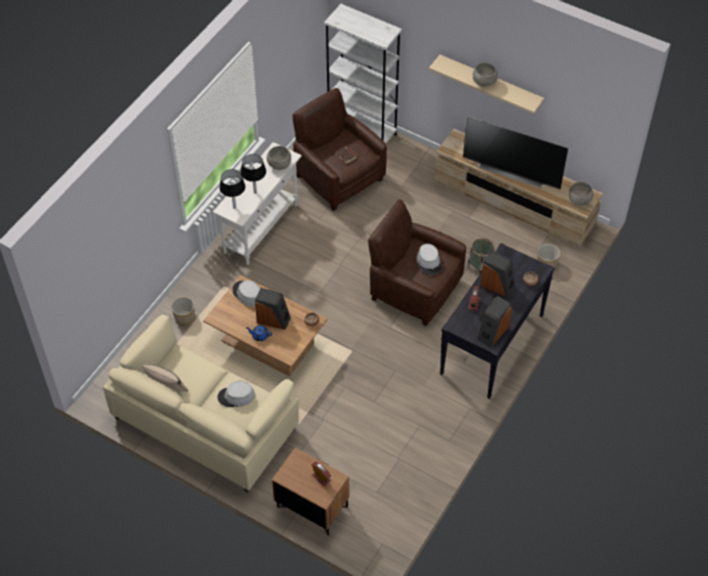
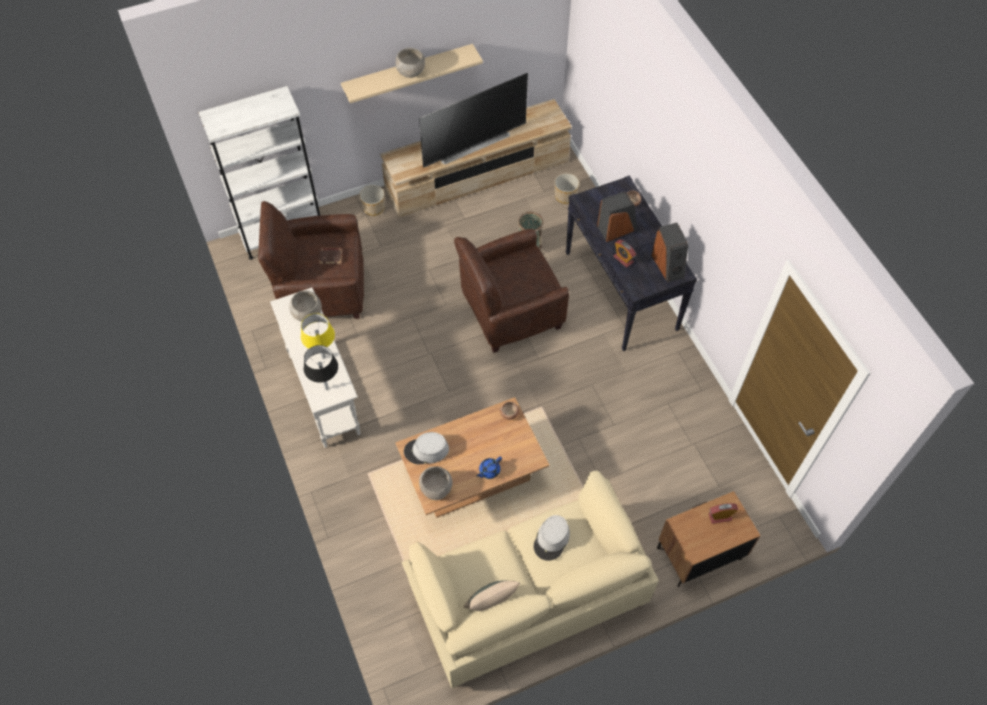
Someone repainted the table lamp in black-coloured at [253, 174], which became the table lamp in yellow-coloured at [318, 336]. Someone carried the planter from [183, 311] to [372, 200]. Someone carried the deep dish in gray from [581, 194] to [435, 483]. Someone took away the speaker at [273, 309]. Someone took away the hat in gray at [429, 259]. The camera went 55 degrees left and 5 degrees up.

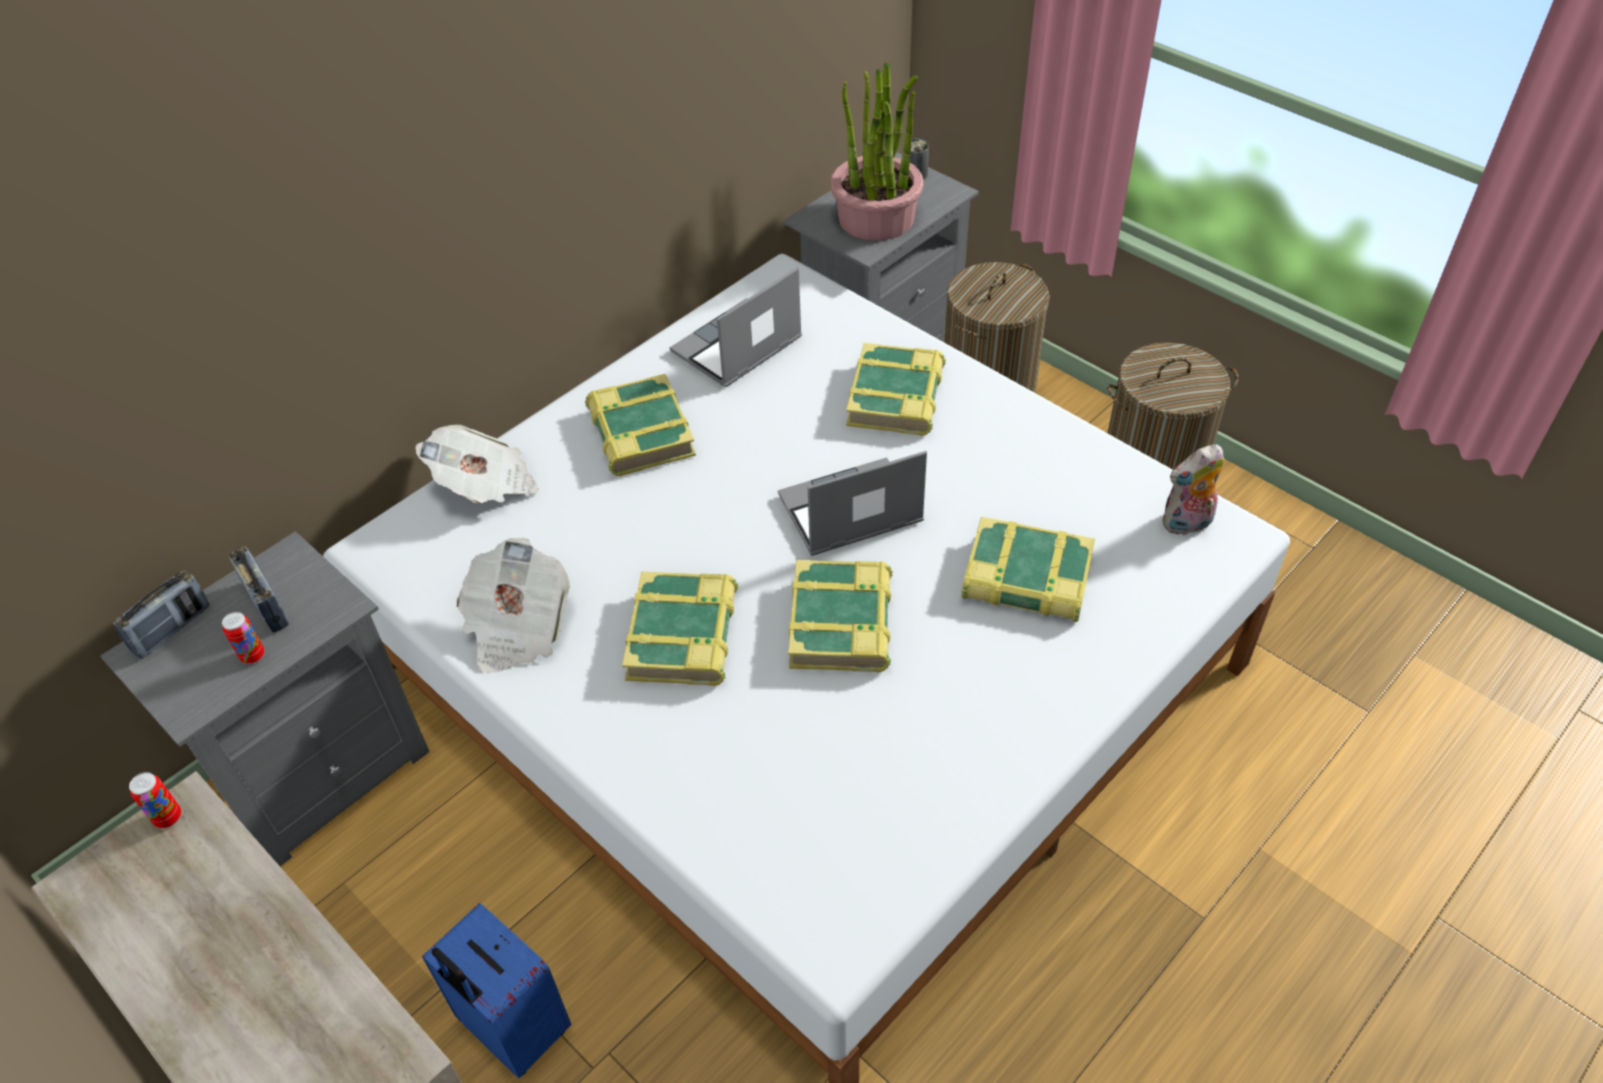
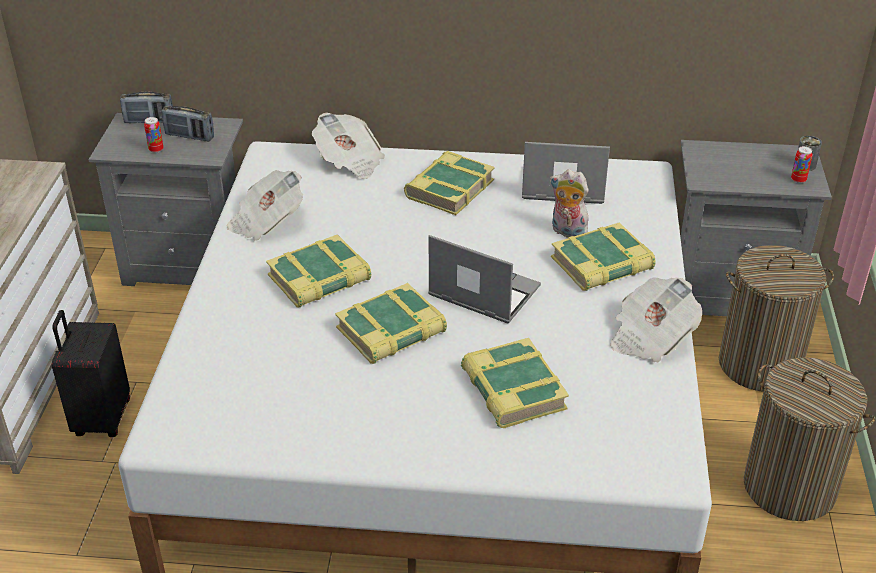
Someone repainted the piece of luggage in bluish at [496, 991], which became the piece of luggage in black-coloured at [91, 373]. Someone rotated the radio receiver at [258, 589] by 90 degrees clockwise. Someone carried the plush toy from [1193, 490] to [569, 203]. Someone put down the daily paper at [656, 319]. Someone carried the can from [155, 800] to [802, 164]. Someone took away the houseplant at [876, 151]. The camera went 50 degrees right and 10 degrees down.

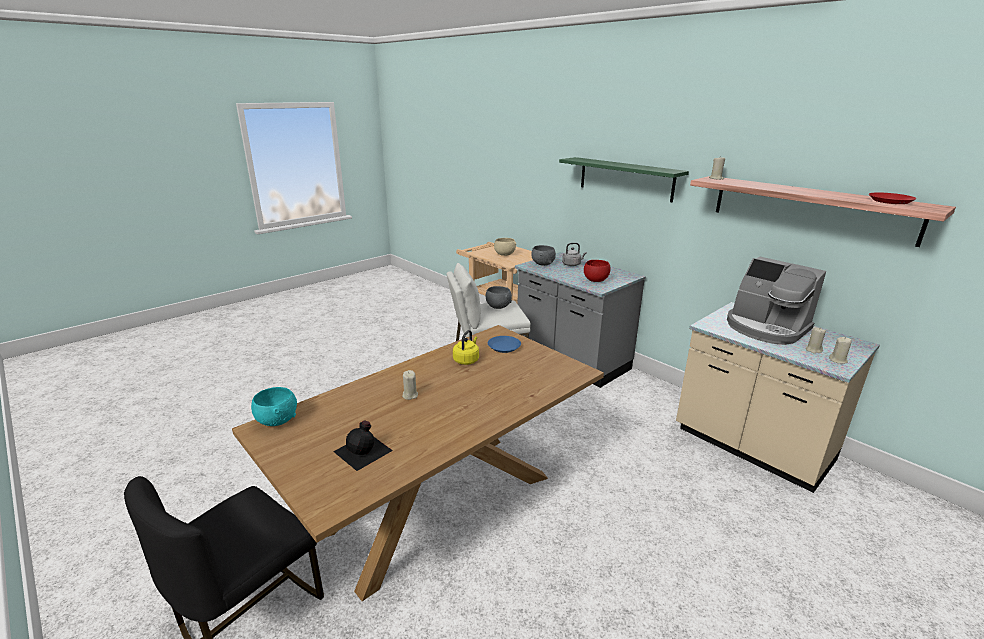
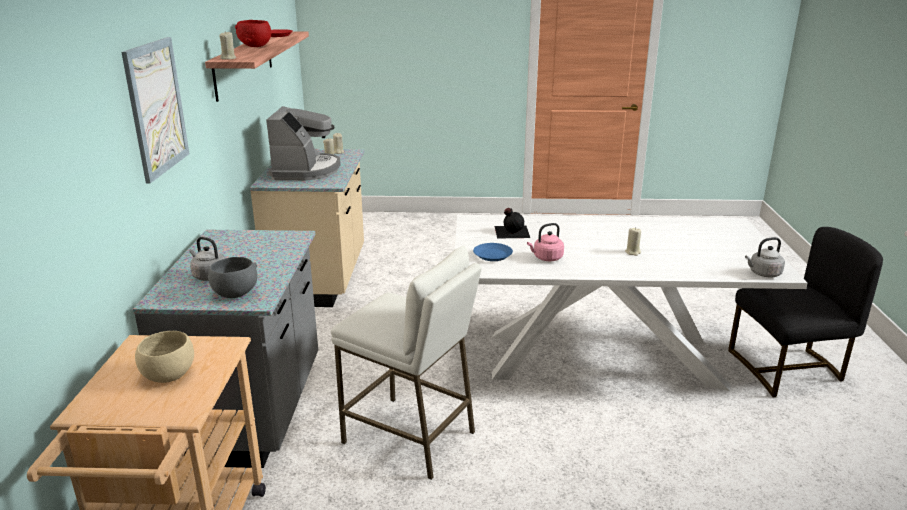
Someone swapped the shelf in green at [624, 179] for the wall art at [155, 110]. Someone carried the deep dish in red-coloured from [597, 271] to [253, 33]. Someone repainted the dining table in brownish at [418, 463], which became the dining table in whitish at [631, 303]. Someone carried the drink bottle in black-coloured from [363, 446] to [512, 223]. Someone repainted the kettle in yellow-coloured at [466, 347], which became the kettle in pinkish at [545, 242]. Someone swapped the deep dish in blue-green at [274, 406] for the kettle in gray at [765, 257]. Someone took away the deep dish in gray at [498, 297]. The camera went 135 degrees left and 0 degrees up.

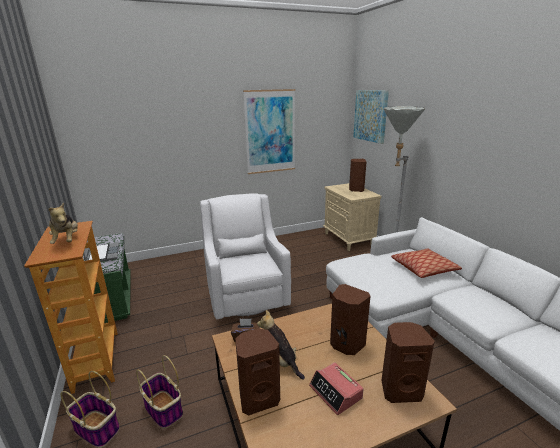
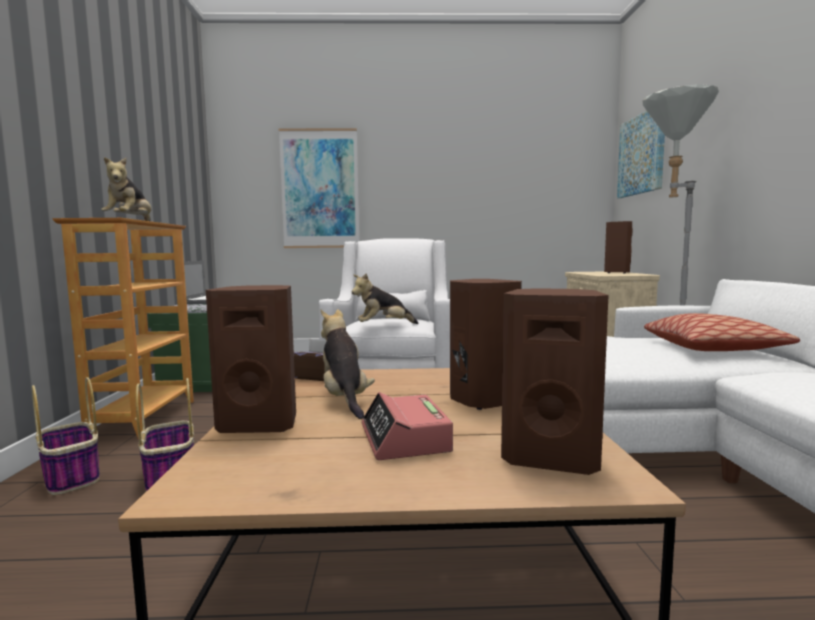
Someone carried the wall art from [269, 131] to [319, 188]. Someone put down the plush toy at [385, 298]. The camera went 20 degrees right and 15 degrees down.

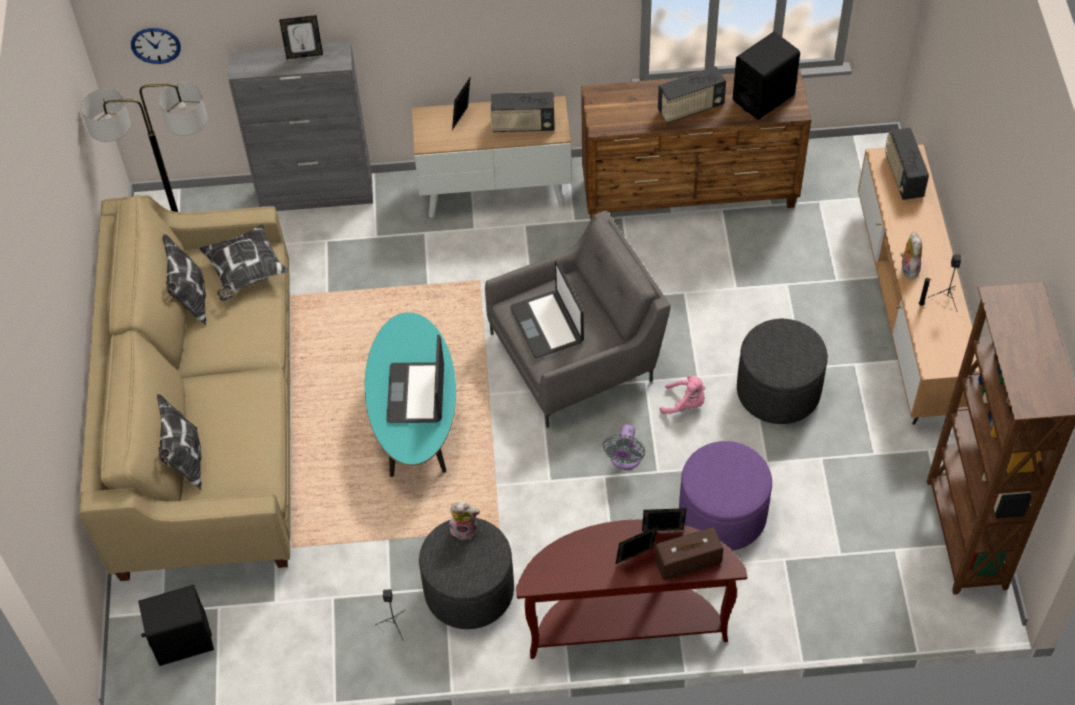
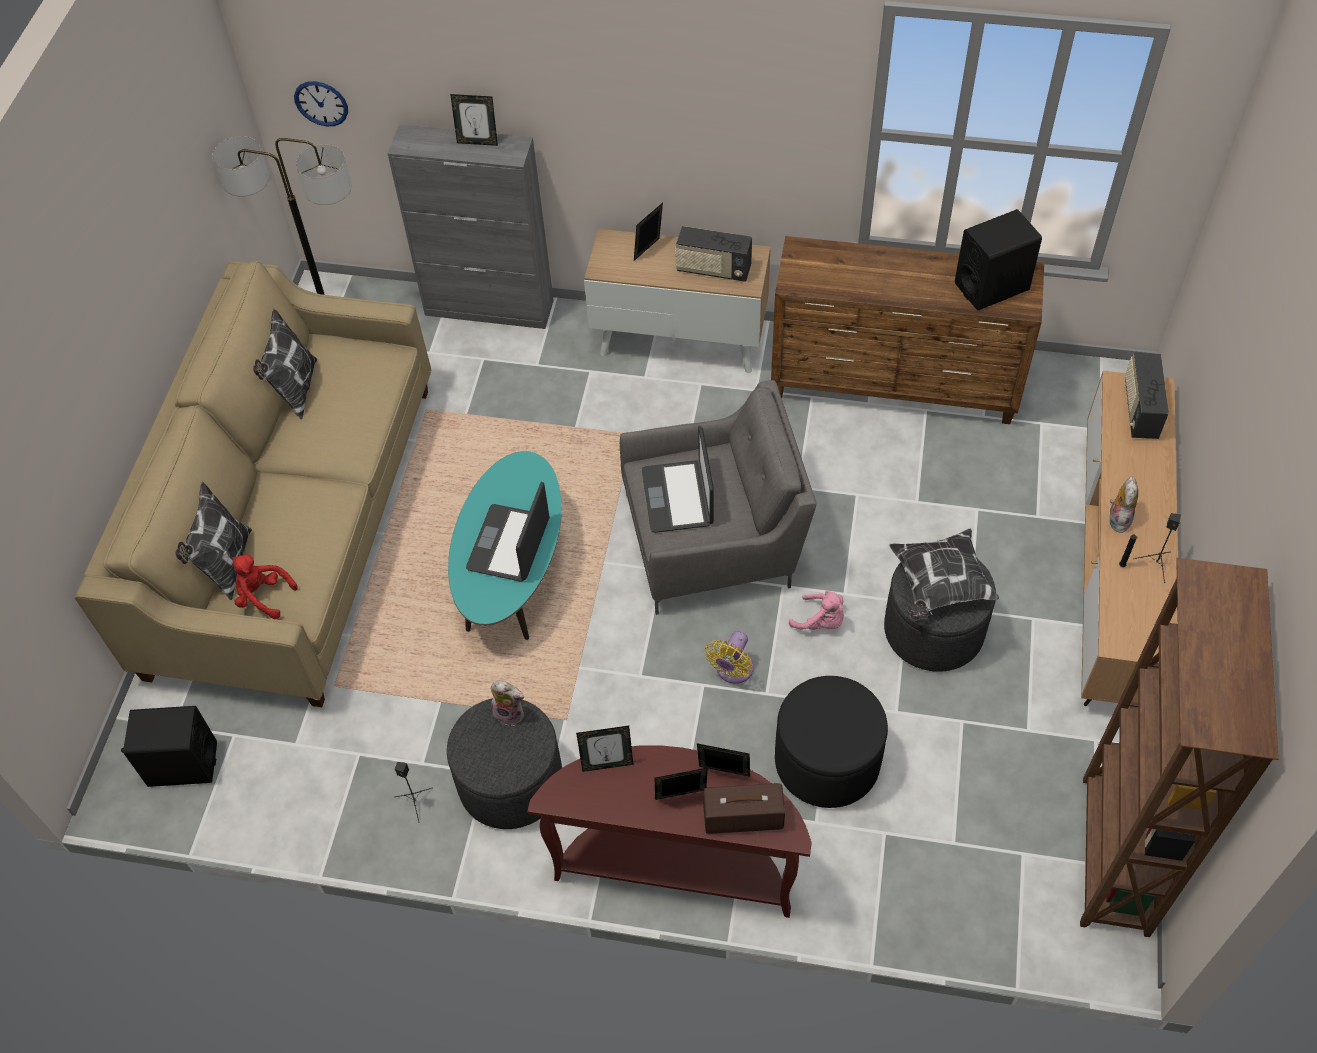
Someone put down the plush toy in red-coloured at [265, 586]. Someone put down the picture frame at [604, 749]. Someone repainted the cooling fan in gray at [623, 447], which became the cooling fan in yellow-coloured at [729, 657]. Someone repainted the footrest in purple-coloured at [725, 496], which became the footrest in black-coloured at [831, 742]. Someone carried the throw pillow from [244, 262] to [944, 574]. Someone took away the radio receiver at [692, 94]. The camera went 15 degrees right and 0 degrees up.

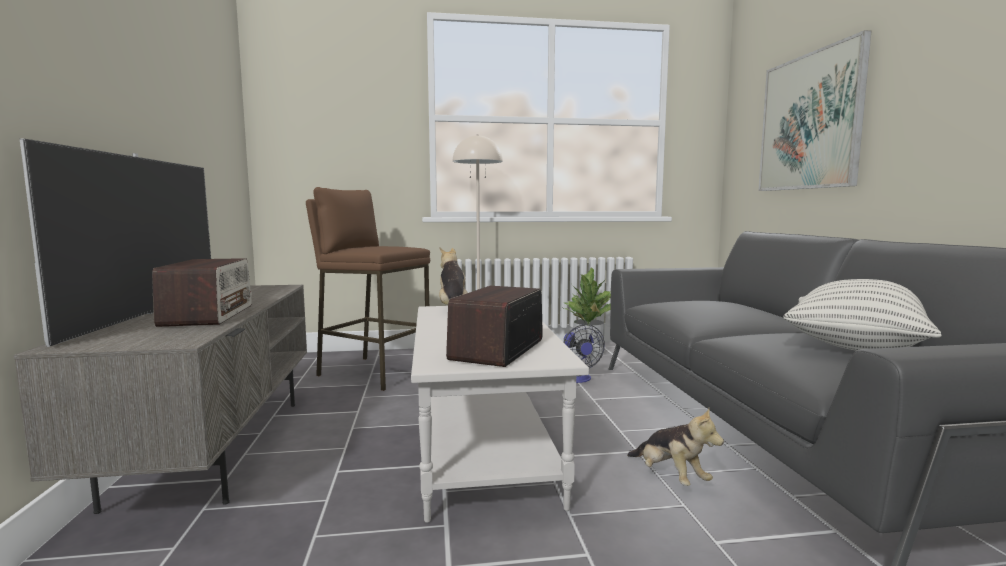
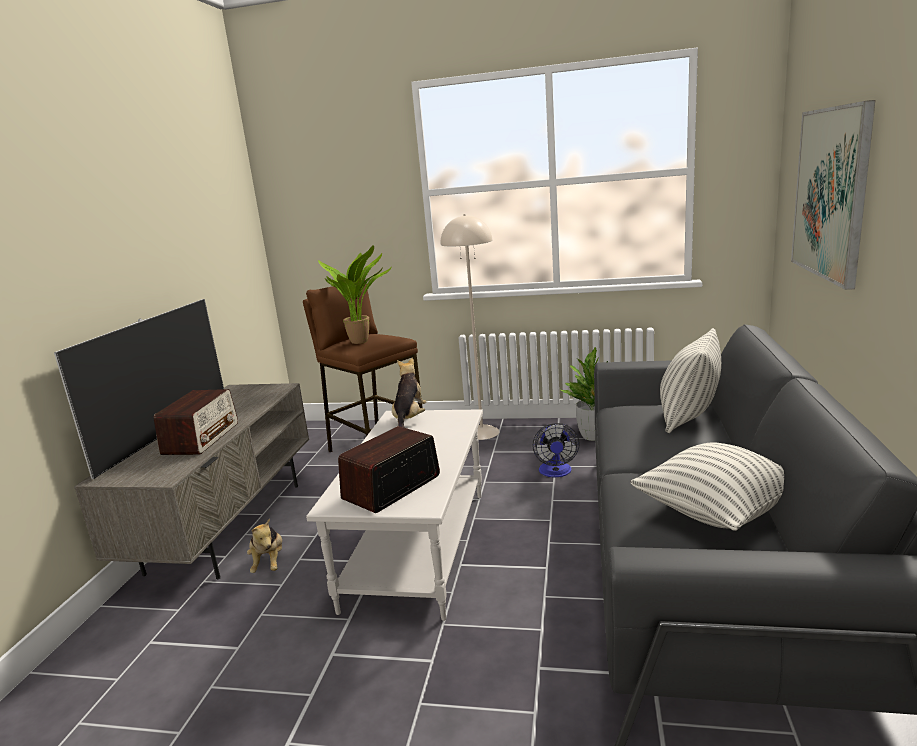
Someone carried the plush toy from [675, 447] to [264, 545]. Someone put down the houseplant at [355, 294]. Someone put down the throw pillow at [690, 380]. The camera went 20 degrees right and 10 degrees up.

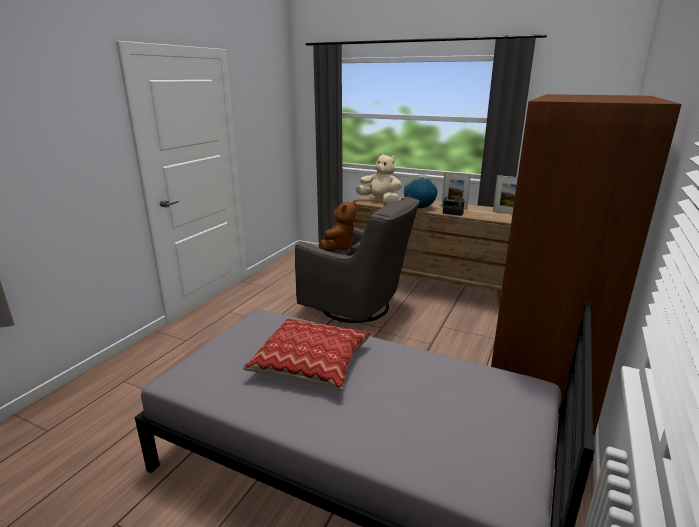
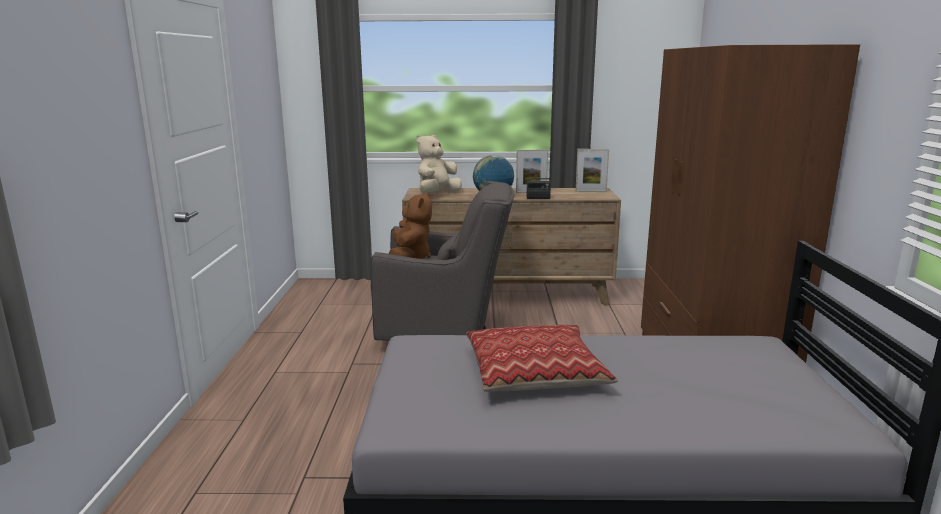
Someone rotated the plush toy in beige at [378, 178] by 60 degrees counterclockwise. The camera went 25 degrees left and 5 degrees down.

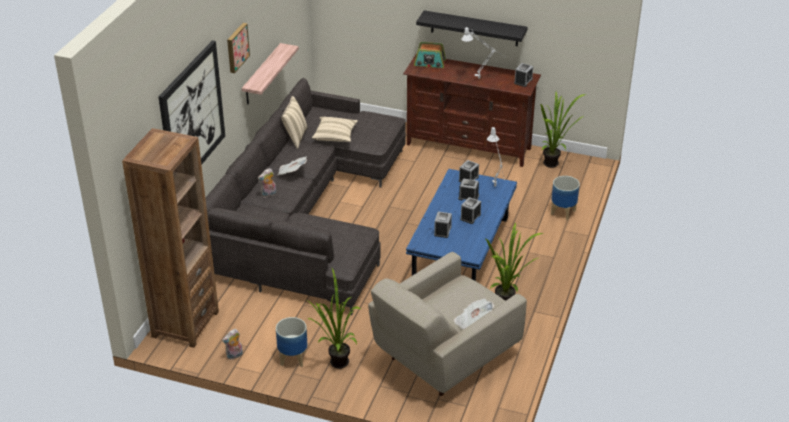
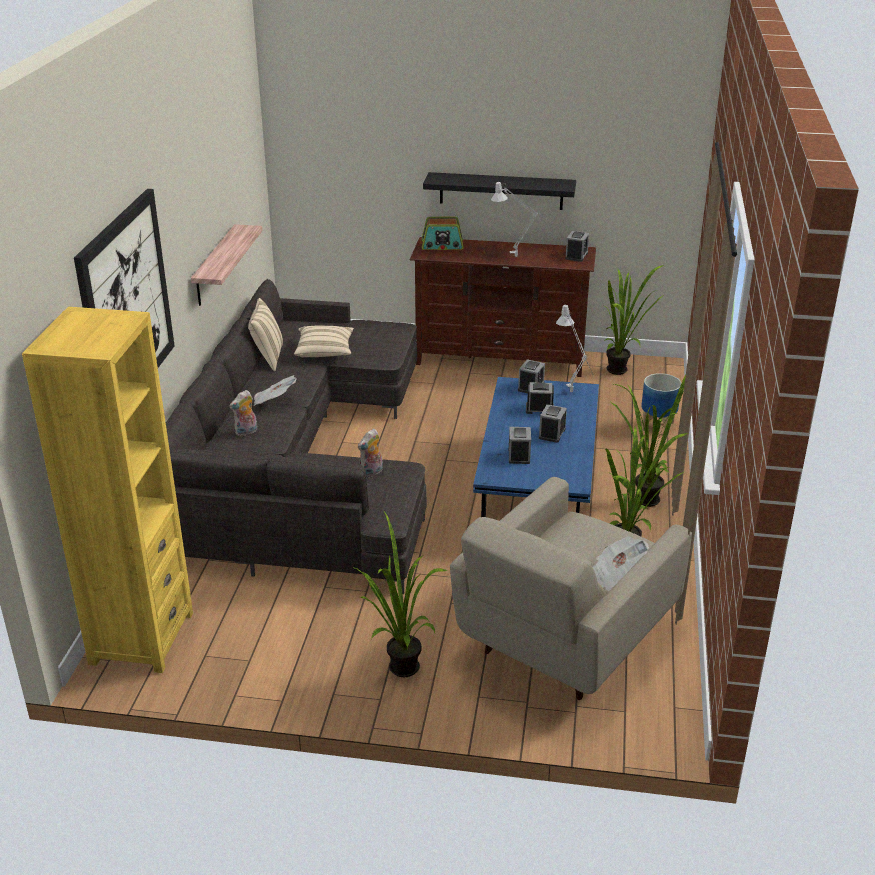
Someone repainted the bookshelf in brownish at [170, 238], which became the bookshelf in yellow-coloured at [107, 490]. Someone carried the plush toy from [232, 344] to [370, 453]. Someone put down the houseplant at [648, 440]. Someone took away the wall art at [238, 48]. Someone took away the planter at [291, 342]. The camera went 10 degrees left and 5 degrees down.

